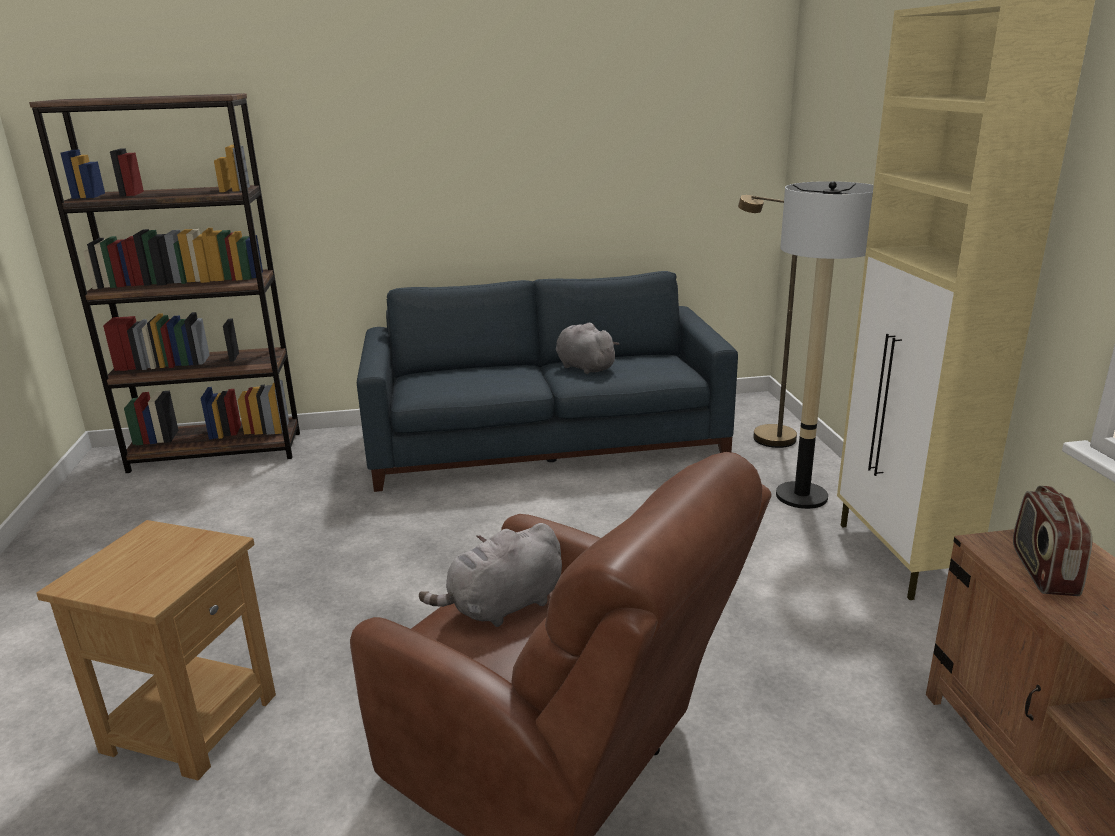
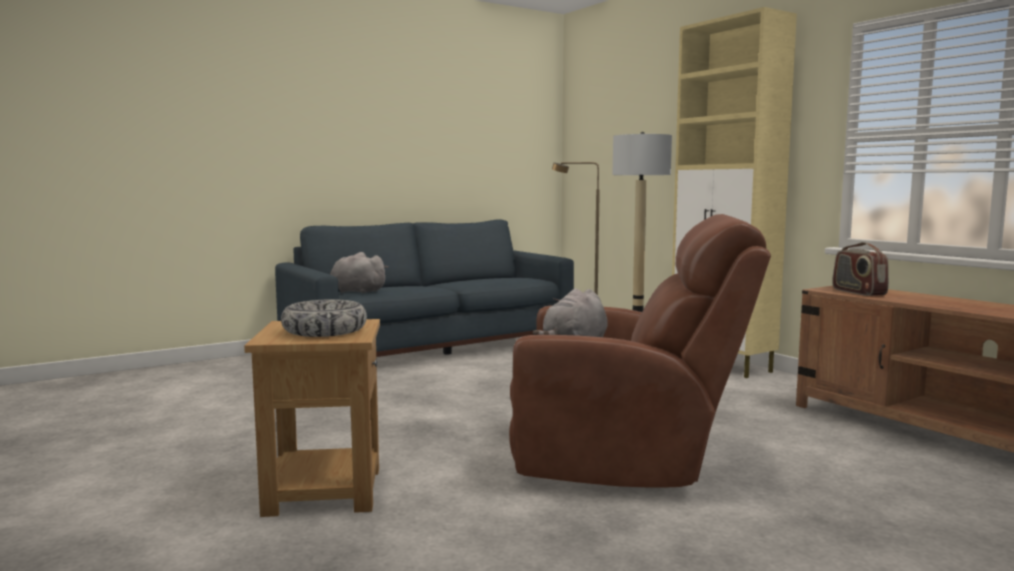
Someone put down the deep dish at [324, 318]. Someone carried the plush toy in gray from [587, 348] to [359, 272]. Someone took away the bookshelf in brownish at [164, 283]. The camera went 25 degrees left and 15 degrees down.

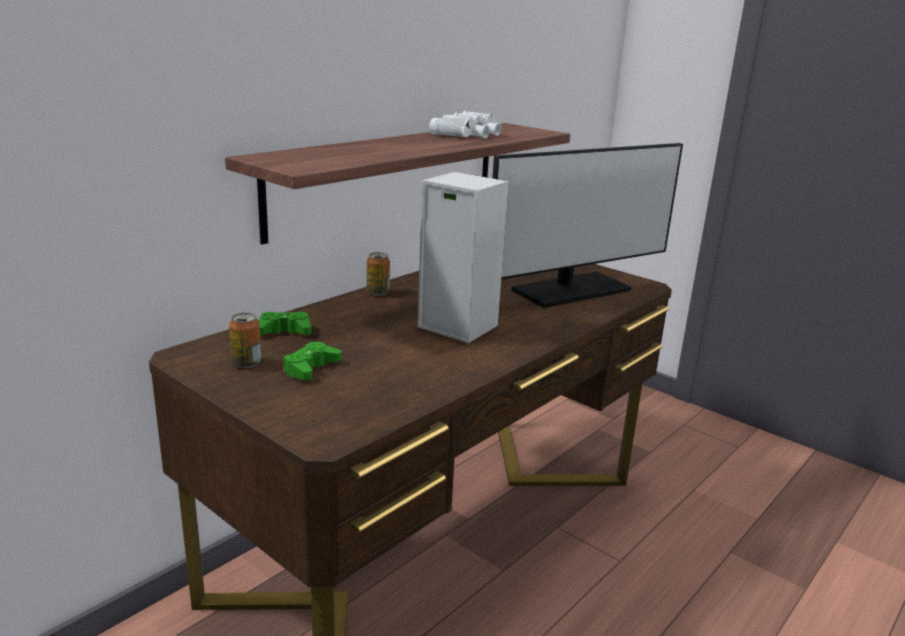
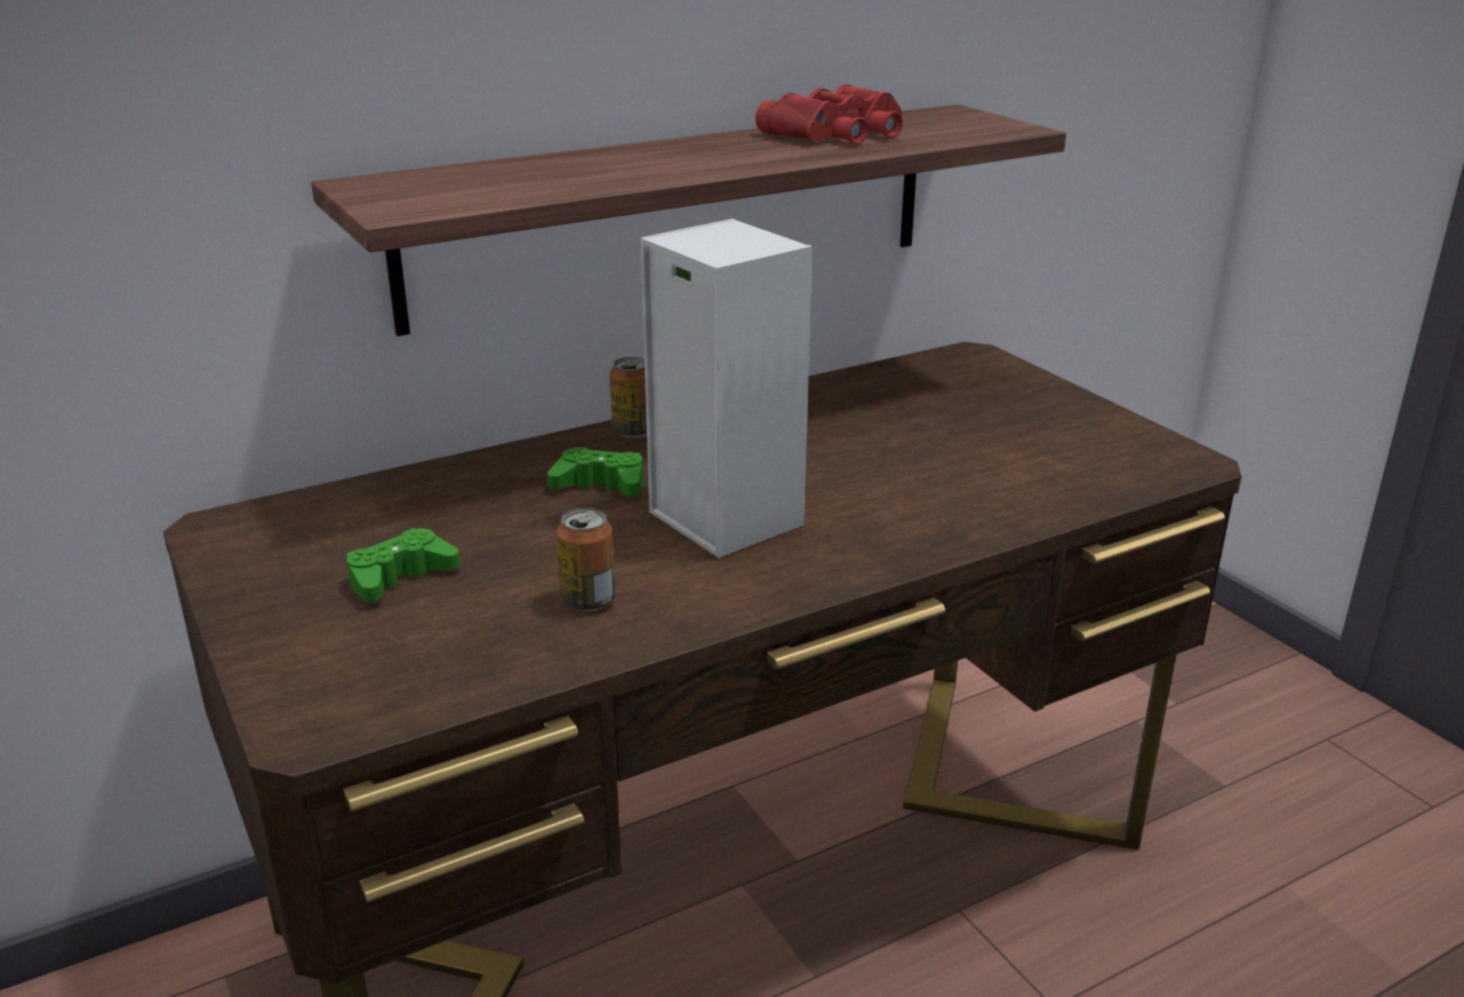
Someone carried the gamepad in green from [284, 323] to [595, 472]. Someone carried the can from [245, 340] to [586, 559]. Someone repainted the field glasses in whitish at [465, 125], which became the field glasses in red-coloured at [829, 114]. Someone took away the computer screen at [587, 225]. The camera went 20 degrees right and 5 degrees up.

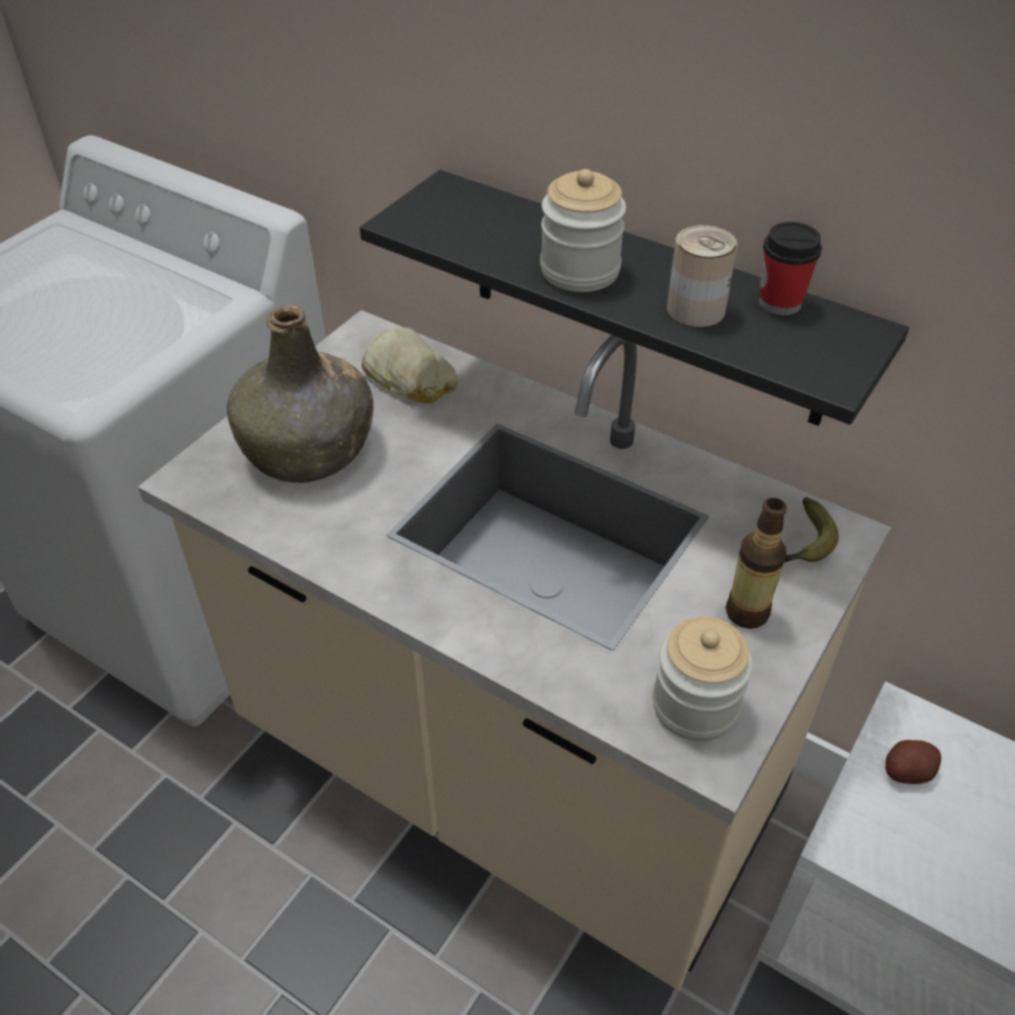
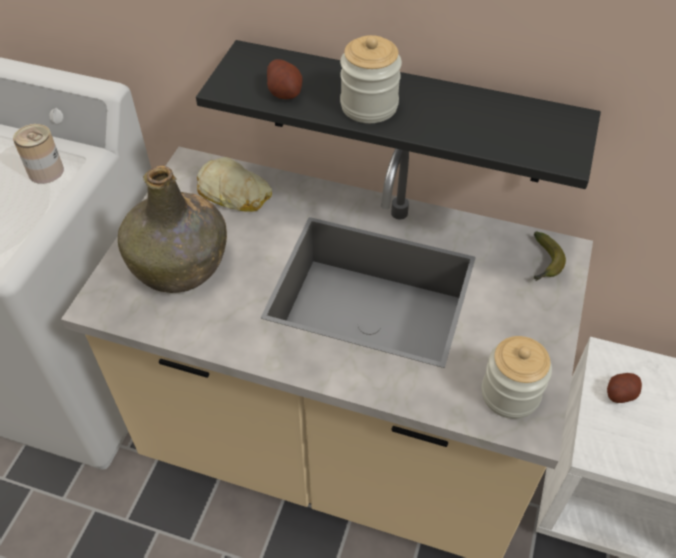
Someone carried the can from [702, 276] to [38, 154]. Someone put down the spud at [284, 79]. Someone took away the drink bottle at [756, 563]. Someone took away the cup at [790, 268]. The camera went 15 degrees left and 5 degrees up.

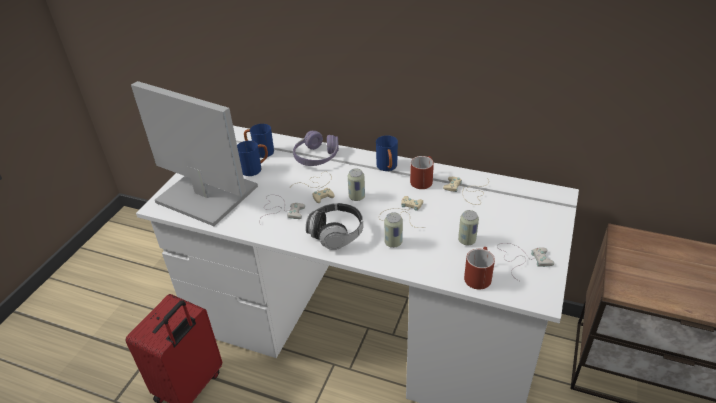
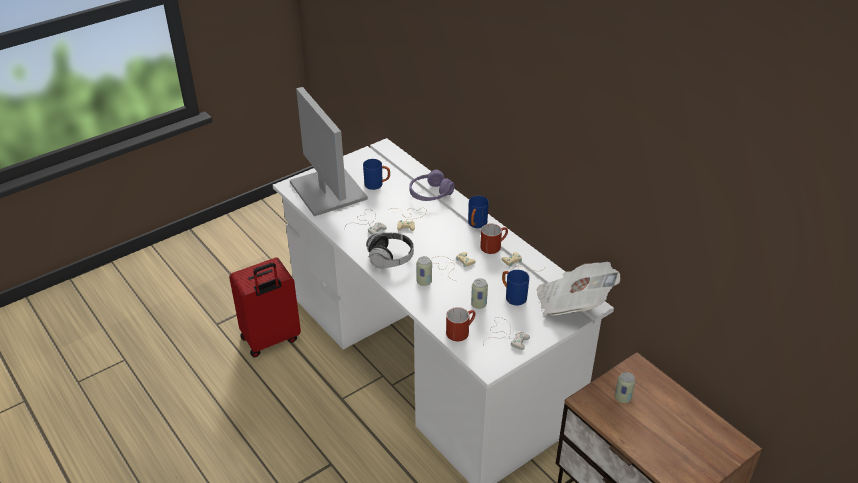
Someone carried the coffee mug in bluish from [259, 141] to [515, 287]. Someone put down the daily paper at [578, 289]. Someone carried the can from [356, 185] to [625, 387]. The camera went 30 degrees right and 0 degrees up.

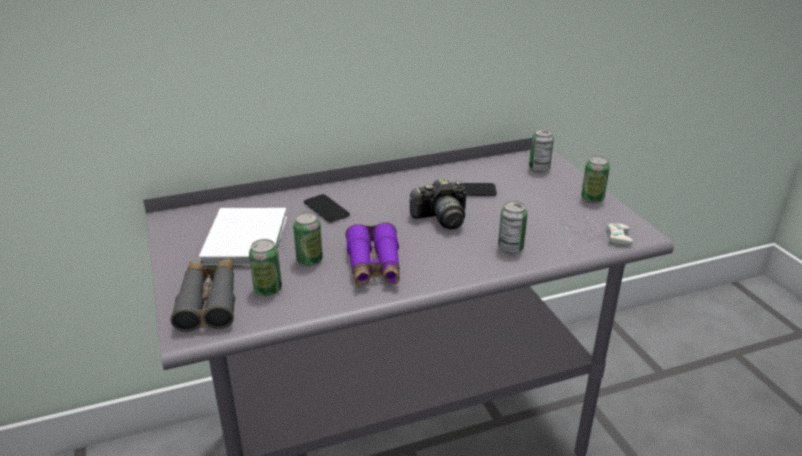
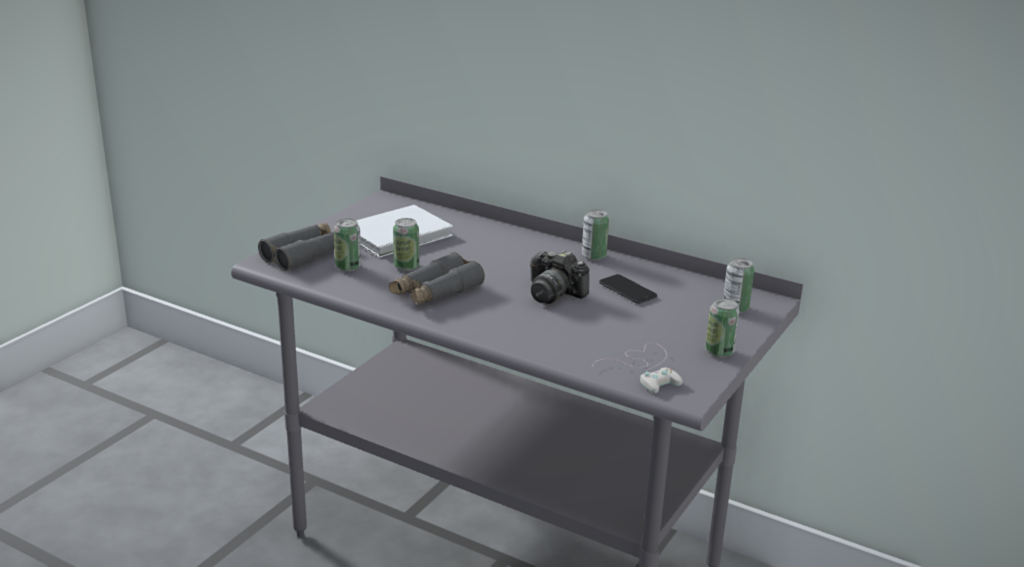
Someone repainted the field glasses in purple-coloured at [372, 254], which became the field glasses in gray at [437, 278]. Someone carried the can from [512, 227] to [595, 234]. Someone took away the handset at [327, 208]. The camera went 50 degrees right and 5 degrees down.

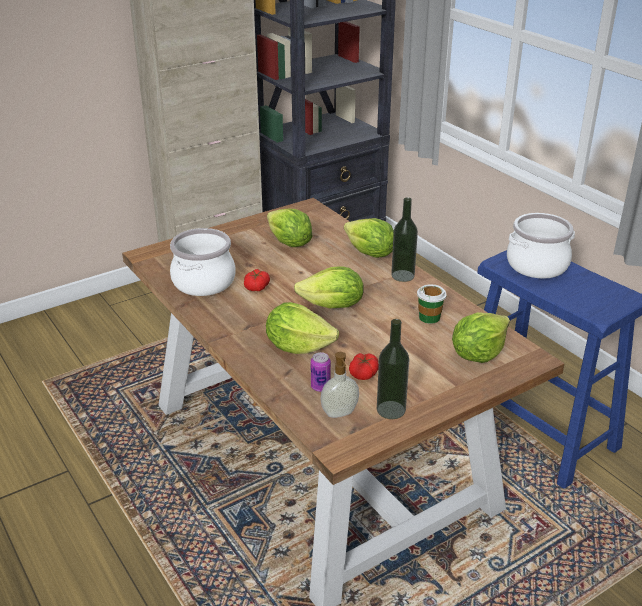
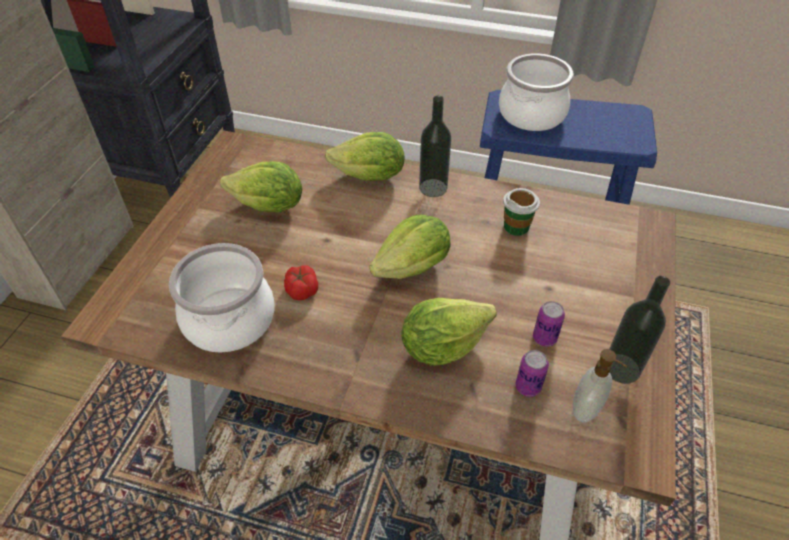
Someone swapped the fresh tomato at [364, 366] for the can at [549, 324]. Someone took away the lettuce head at [481, 337]. The camera went 40 degrees left and 15 degrees up.

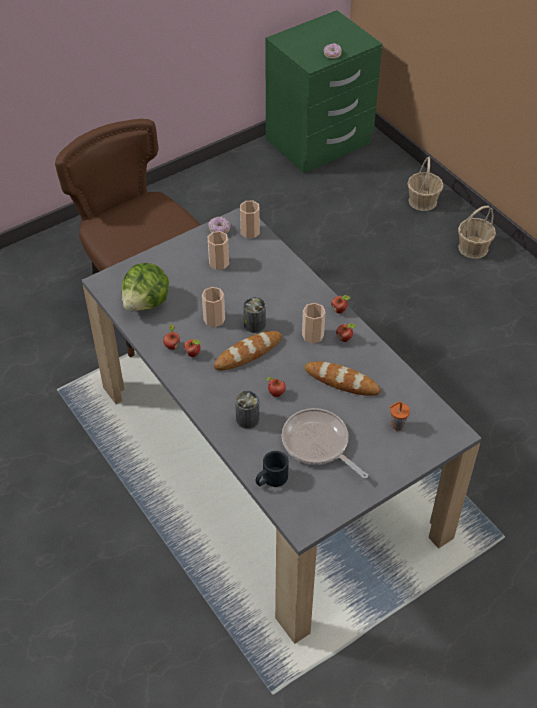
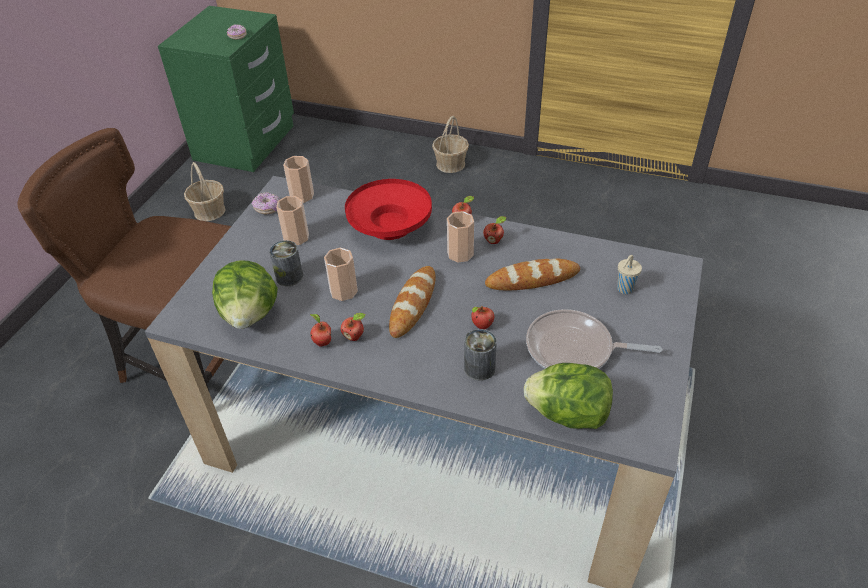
Someone carried the storage basket from [425, 184] to [204, 191]. Someone carried the can from [254, 315] to [286, 263]. Someone put down the deep dish in red-coloured at [388, 209]. Someone swapped the coffee mug in black-coloured at [272, 469] for the lettuce head at [568, 396]. Someone repainted the cup in orange at [400, 416], which became the cup in beige at [629, 274]. The camera went 35 degrees left and 5 degrees down.

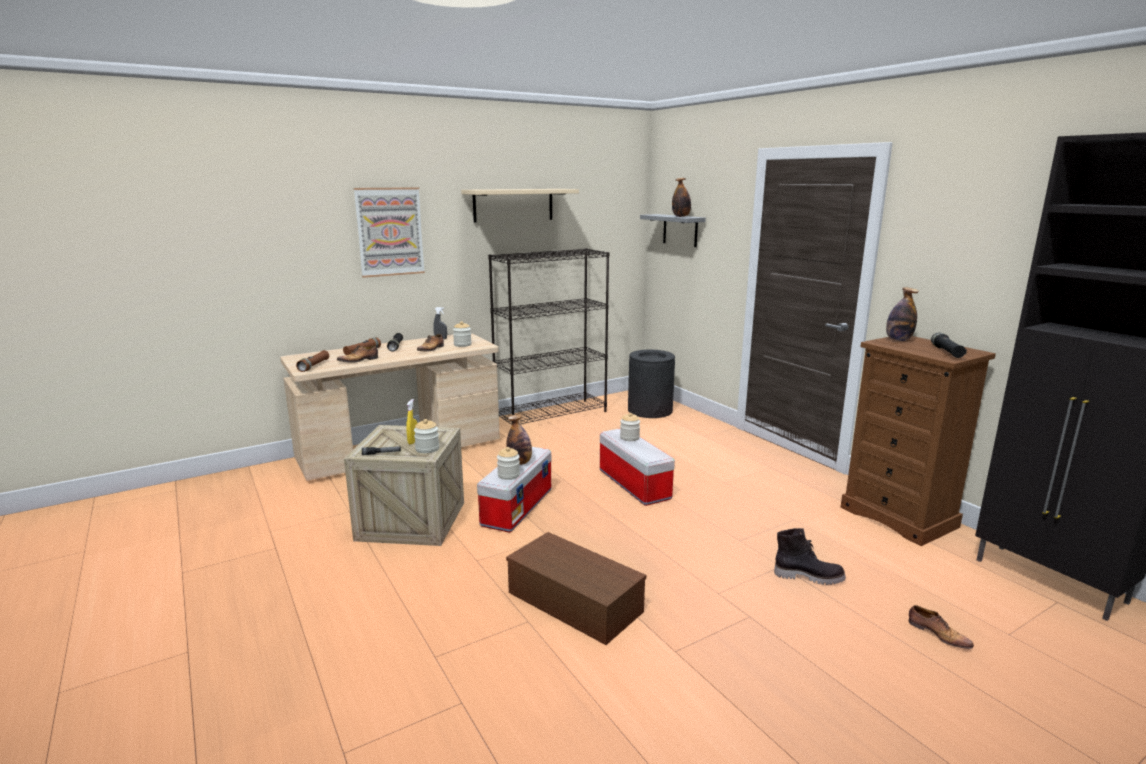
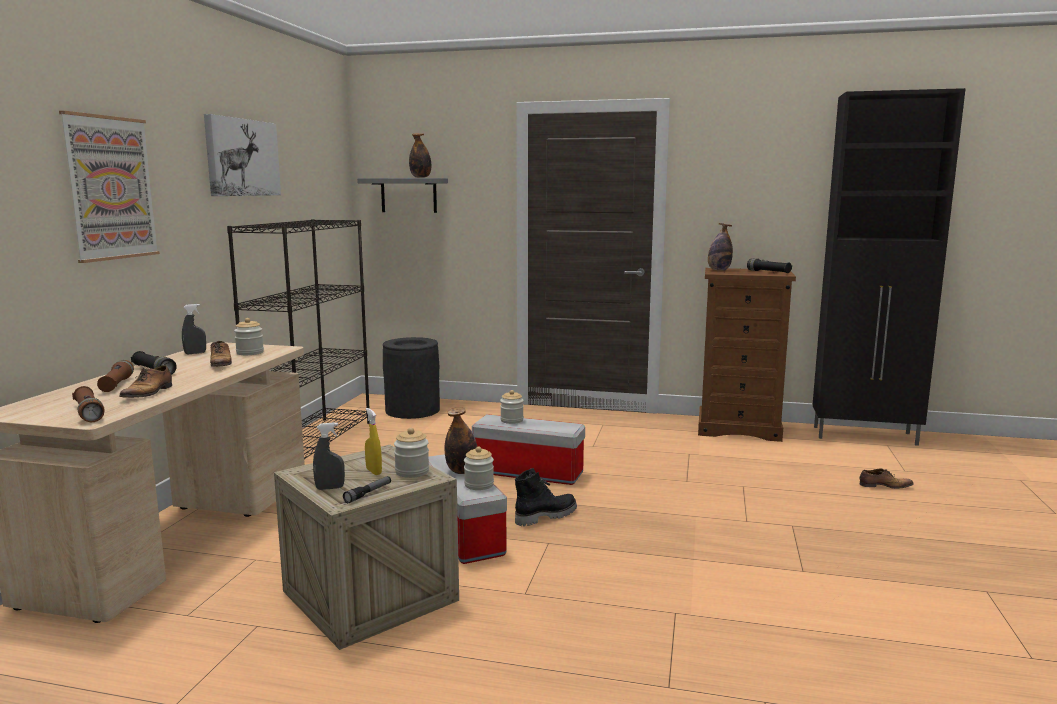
Someone swapped the shelf in beige at [520, 205] for the wall art at [242, 155]. Someone put down the hand sprayer in gray at [329, 456]. Someone carried the boot in black-coloured from [810, 556] to [546, 497]. Someone took away the storage container in brownish at [576, 588]. The camera went 45 degrees left and 5 degrees down.

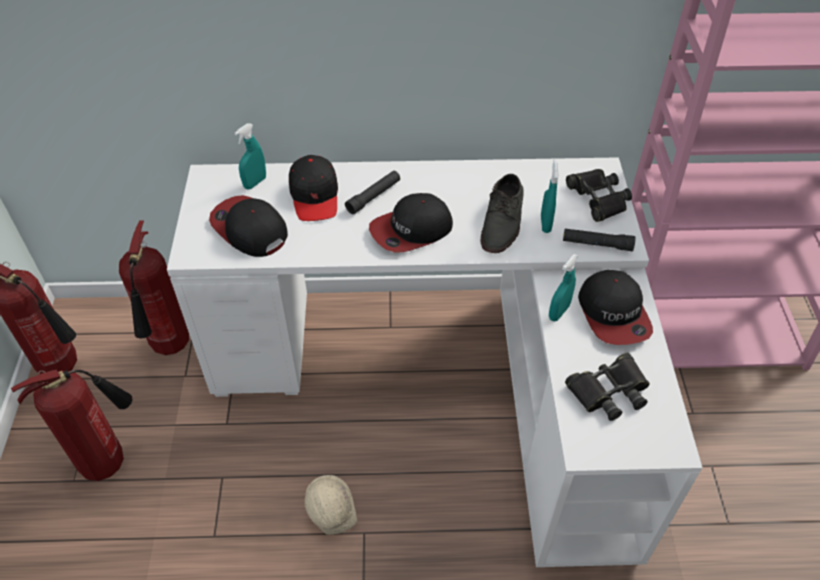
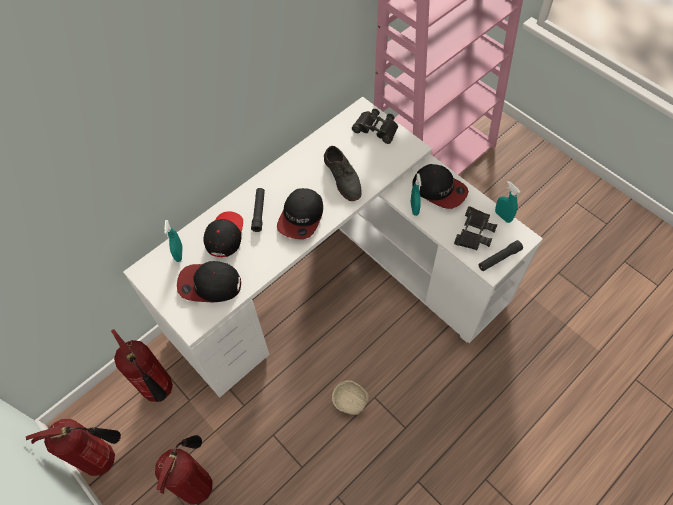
Someone rotated the peaked cap in black-coloured at [313, 188] by 120 degrees counterclockwise. Someone carried the flashlight in black-coloured from [599, 240] to [501, 255]. Someone carried the hand sprayer in blue-green from [549, 196] to [507, 202]. The camera went 40 degrees left and 10 degrees up.

